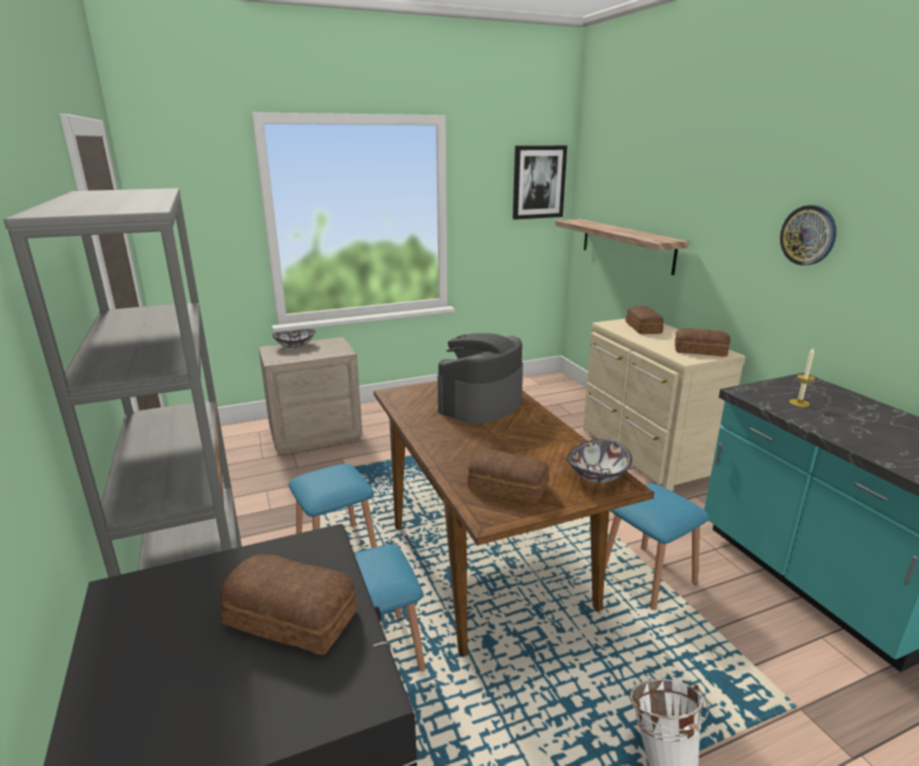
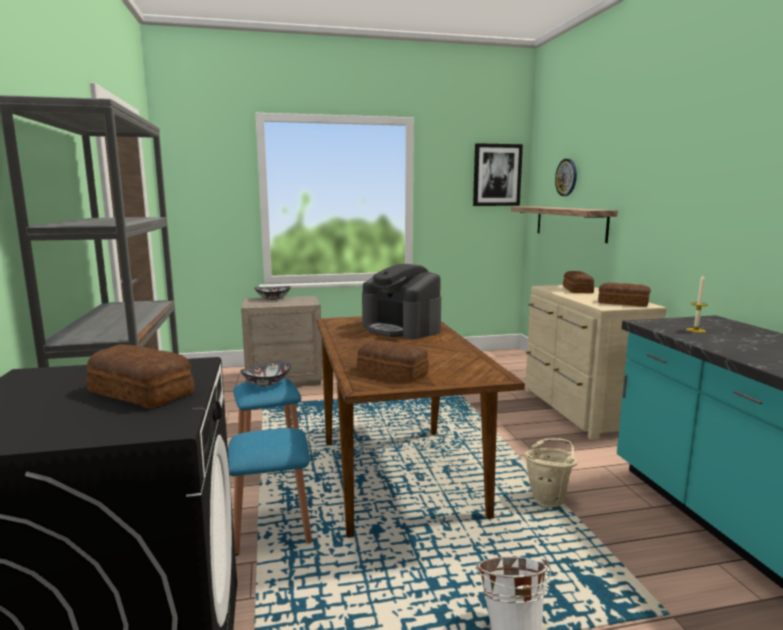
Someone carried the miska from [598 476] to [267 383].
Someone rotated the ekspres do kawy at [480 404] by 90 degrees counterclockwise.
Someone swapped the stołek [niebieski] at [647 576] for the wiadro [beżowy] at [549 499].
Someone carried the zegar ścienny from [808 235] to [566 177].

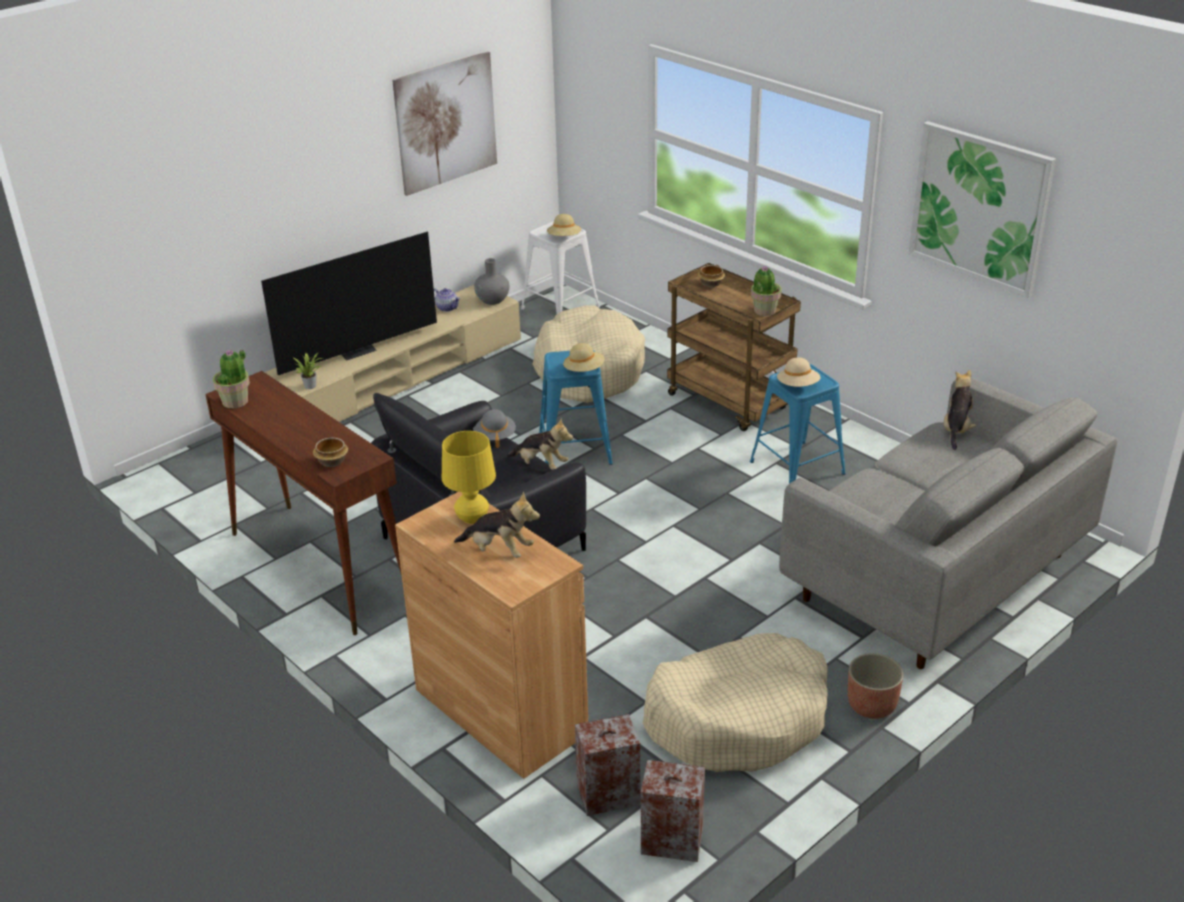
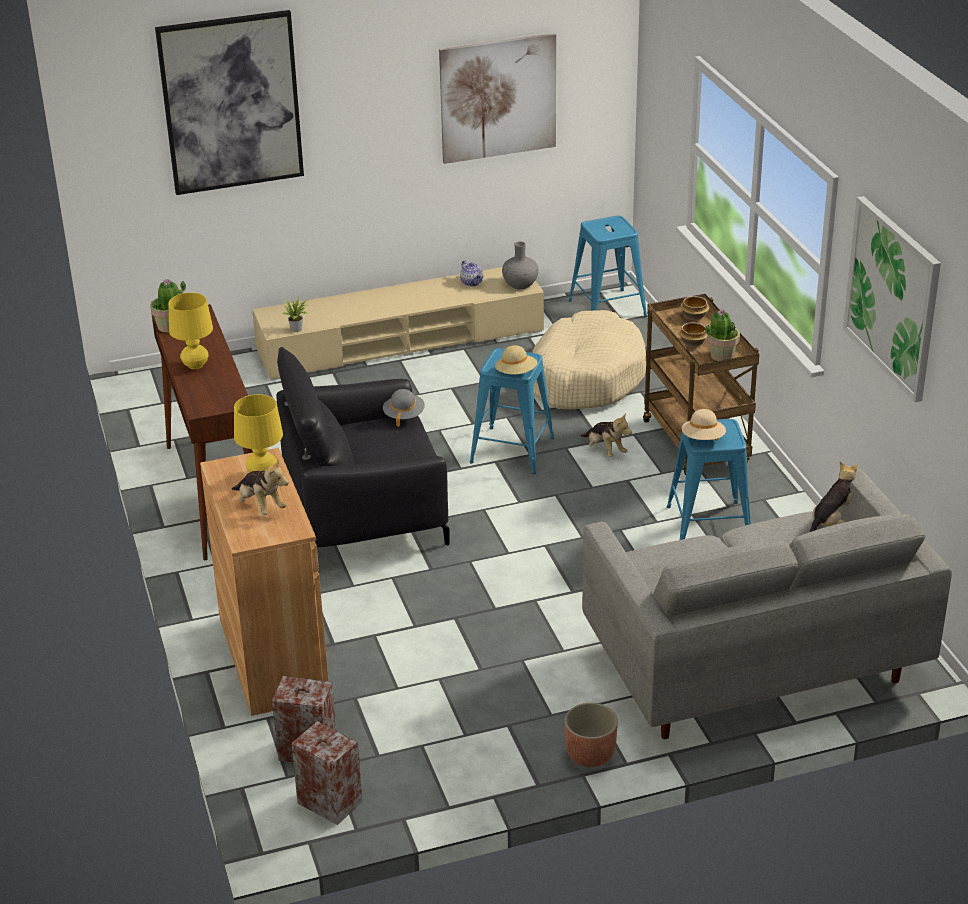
Someone put up the obraz at [231 102].
Someone put down the lampa stołowa [żółty] at [195 365].
Someone repainted the stołek [biały] at [560 308], which became the stołek [niebieski] at [608 308].
Someone carried the pluszak from [540 464] to [605 450].
Someone carried the miska from [331 462] to [692 343].
Someone took away the telewizor at [356 350].
Someone took away the kapelusz [beżowy] at [564 238].
Someone took away the legowisko [beżowy] at [738 718].

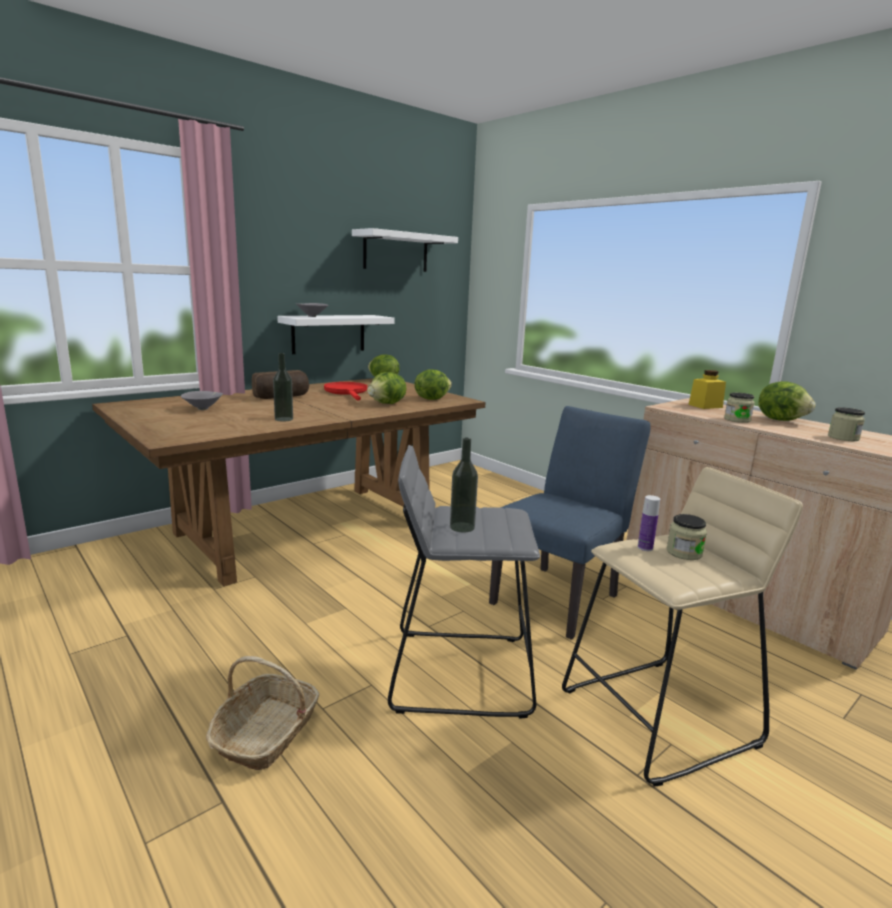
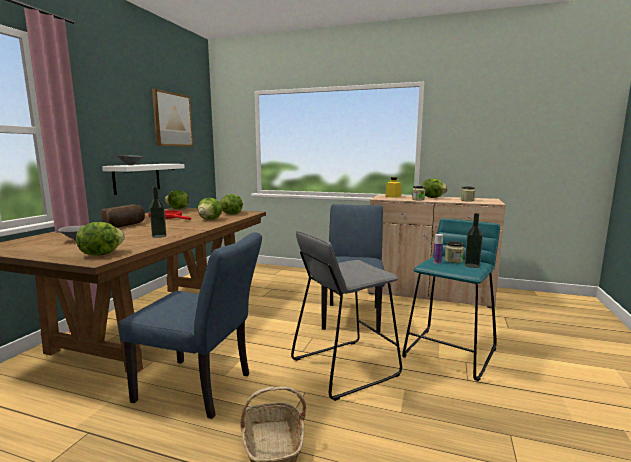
Someone put down the sałata at [101 254].
Someone put down the krzesło [niebieski] at [201 389].
Someone swapped the półka [biały] at [395 252] for the obraz at [172 119].
Someone repainted the stołek [beżowy] at [659 717], which became the stołek [turkusowy] at [450 353].
Someone carried the butelka from [462 527] to [472 265].

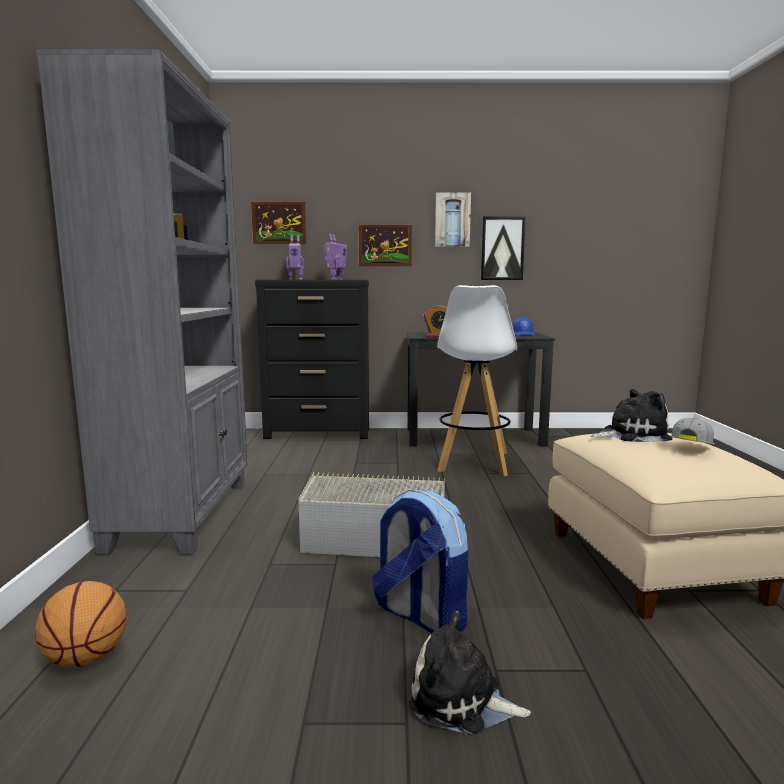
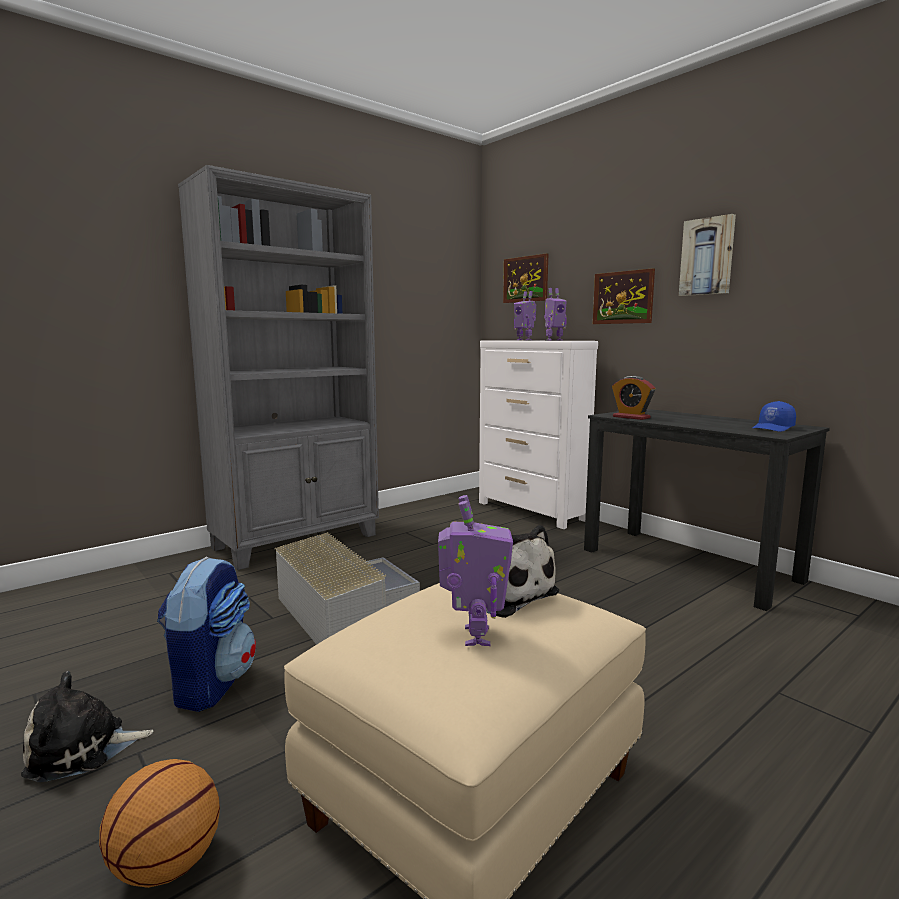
Someone rotated the pluszak at [461 700] by 90 degrees counterclockwise.
Someone carried the piłka do koszykówki from [87 659] to [167 866].
Someone swapped the czapka z daszkiem at [692 448] for the robot zabawkowy at [474 636].
Someone repainted the komoda [czarny] at [318 434], which became the komoda [biały] at [531 511].
Someone took away the stołek [biały] at [473 462].
Someone took away the obraz at [502 248].

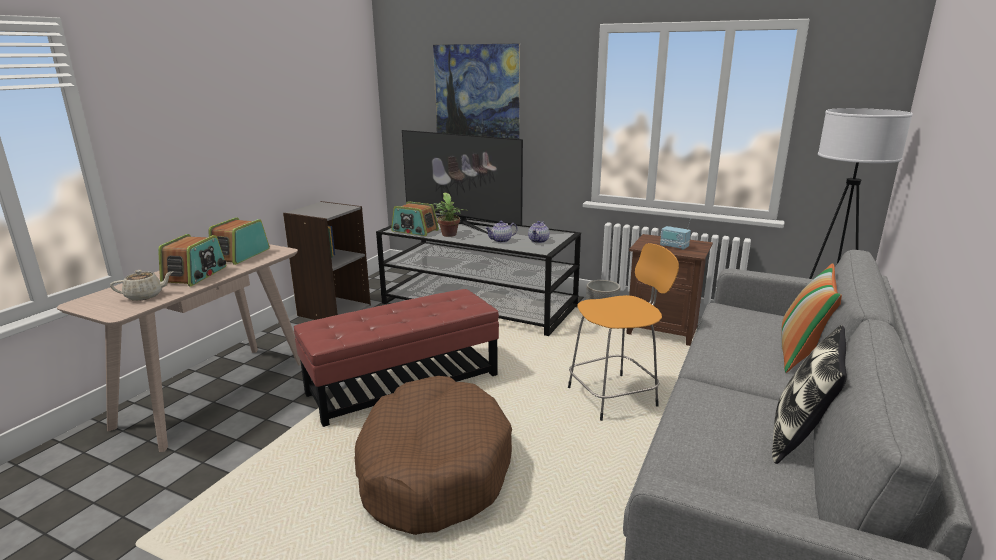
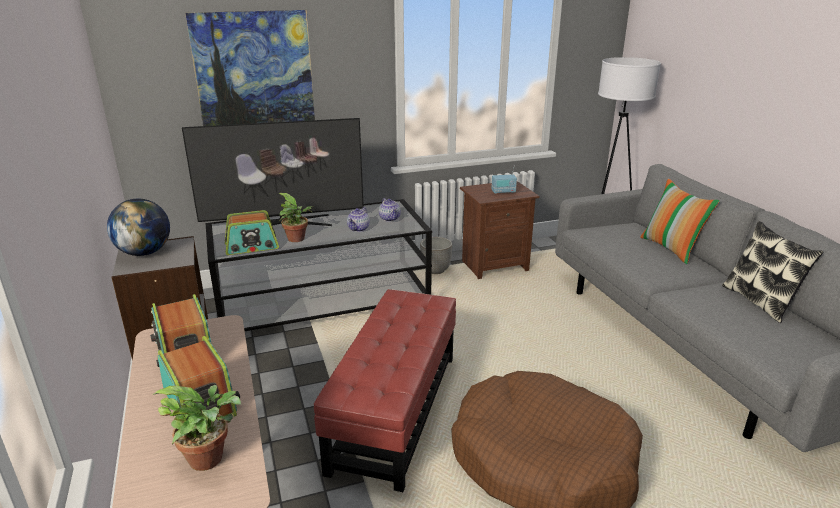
Someone put down the globus at [144 253].
Someone swapped the imbryk [beżowy] at [145 296] for the roślina doniczkowa at [211 458].
Someone took away the stołek [pomarańczowy] at [615 396].

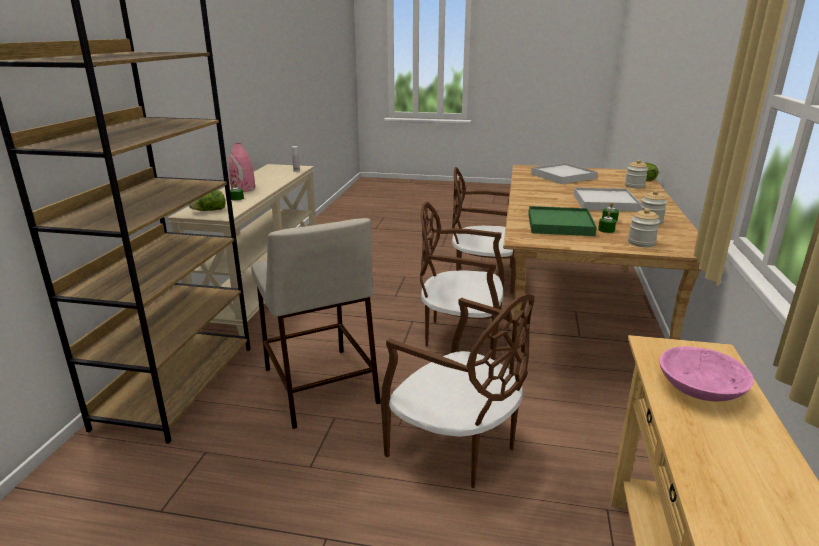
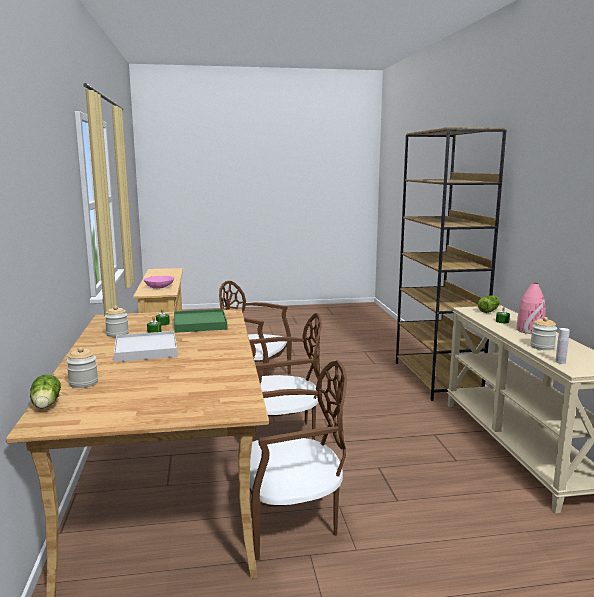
Someone carried the słoik from [641 243] to [542 347].
Someone took away the stołek [beżowy] at [319 384].
Someone took away the taca [biały] at [563 176].

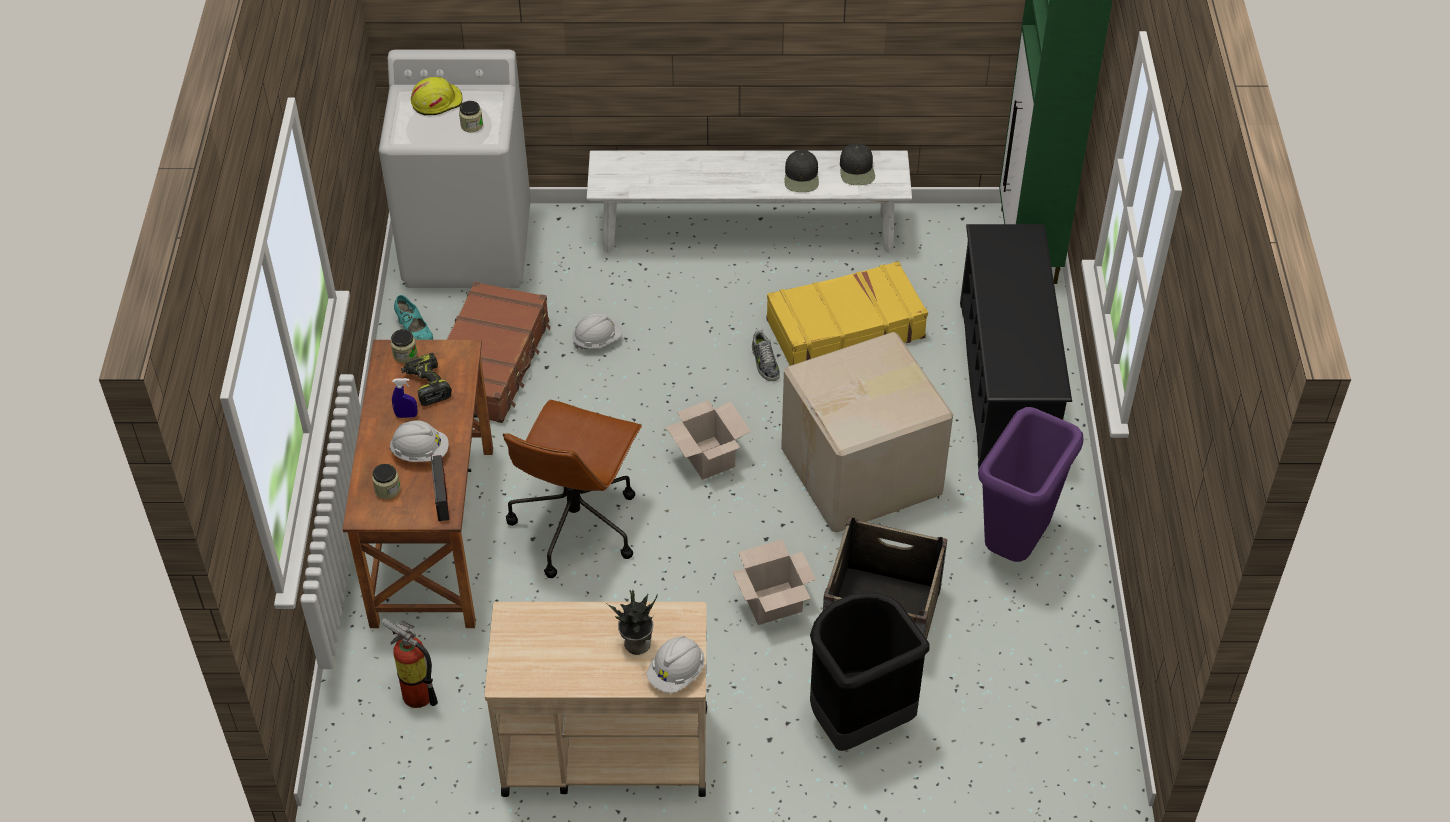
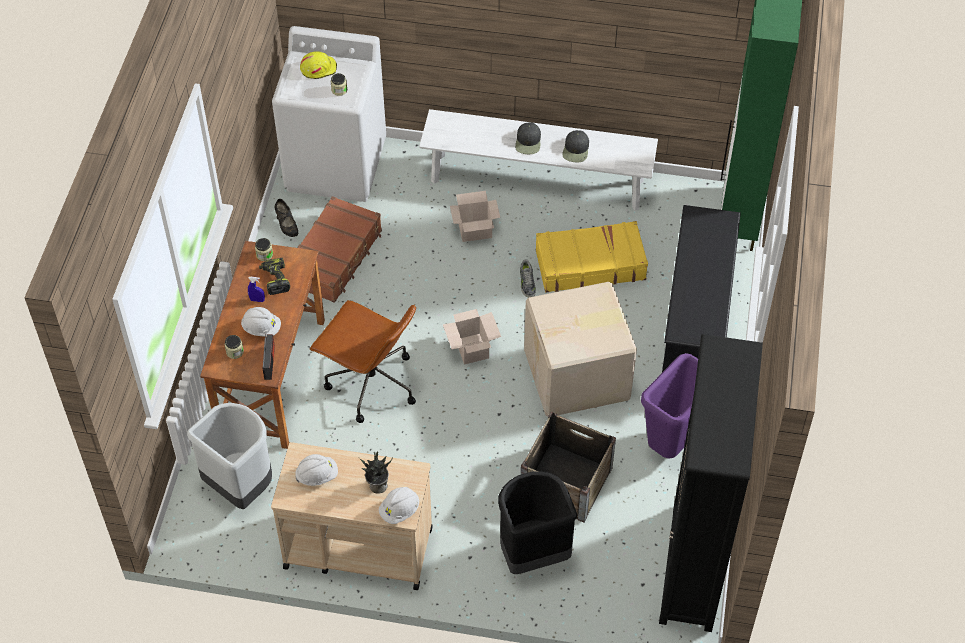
Someone swapped the gaśnica at [416 691] for the kosz na śmieci [szary] at [241 487].
Someone repainted the but [turkusowy] at [414 332], which became the but [czarny] at [286 225].
Someone carried the kask [biały] from [597 340] to [317 475].
Someone rotated the krzesło biurowe [brązowy] at [576 523] by 90 degrees counterclockwise.
Someone carried the karton from [772 604] to [474 231].
Someone carried the czapka z daszkiem [czarny] from [857 170] to [528 142].
Someone put down the regał [czarny] at [692 568].

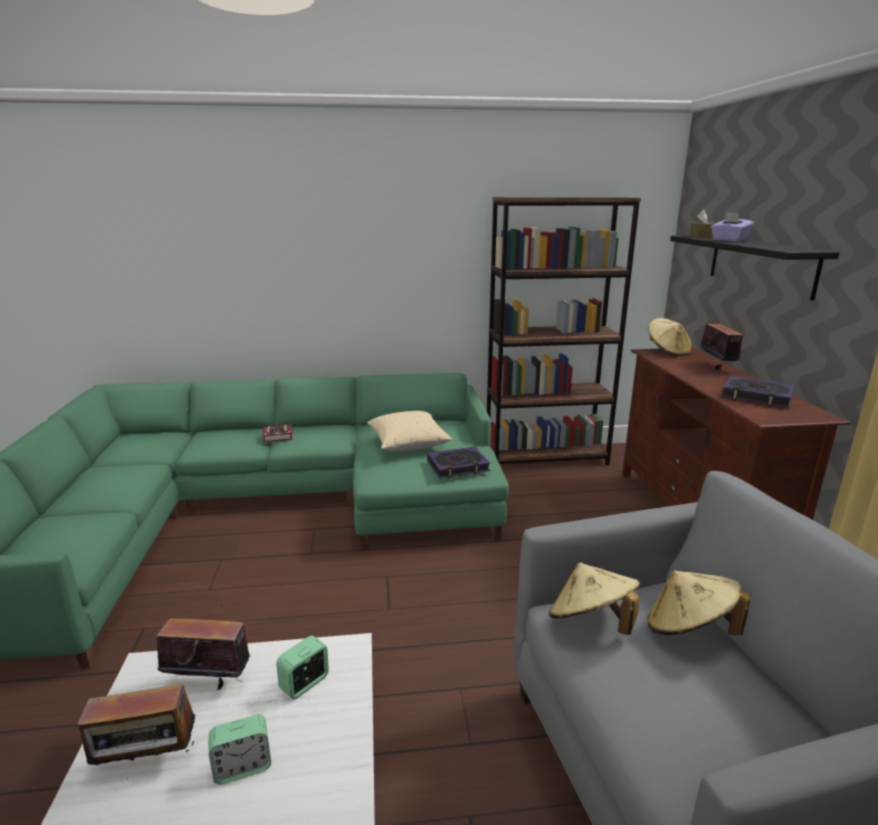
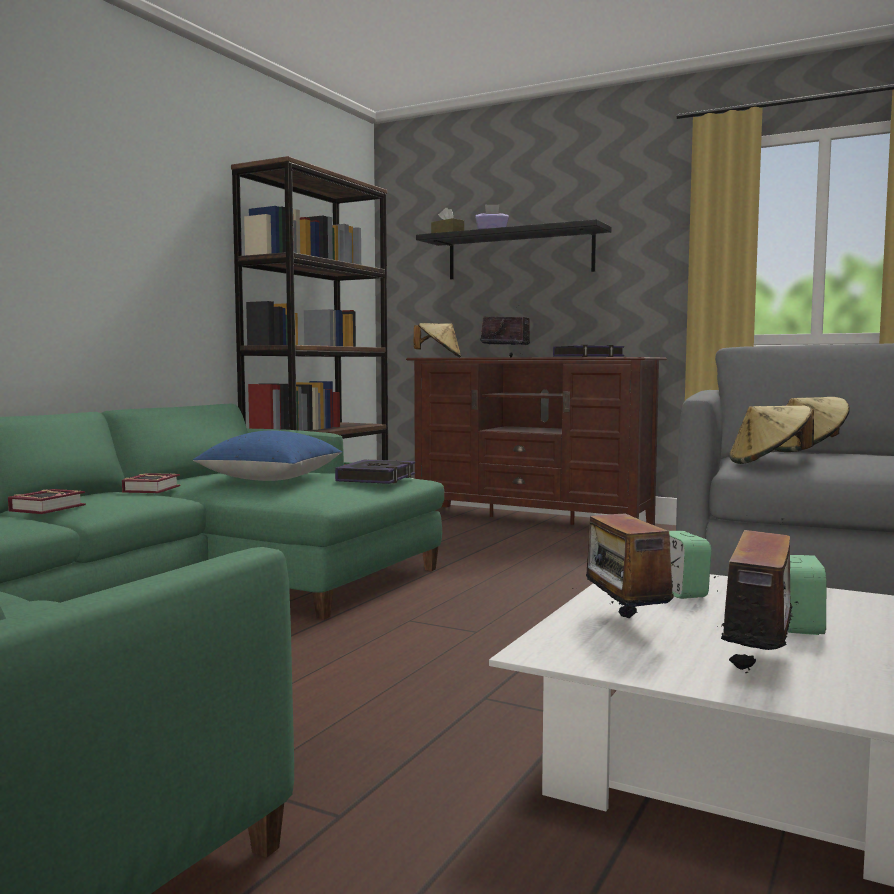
Someone put down the książka at [154 489].
Someone repainted the poduszka [beżowy] at [408 444], which became the poduszka [niebieski] at [271 479].
Someone rotated the radio at [209 681] by 45 degrees counterclockwise.

